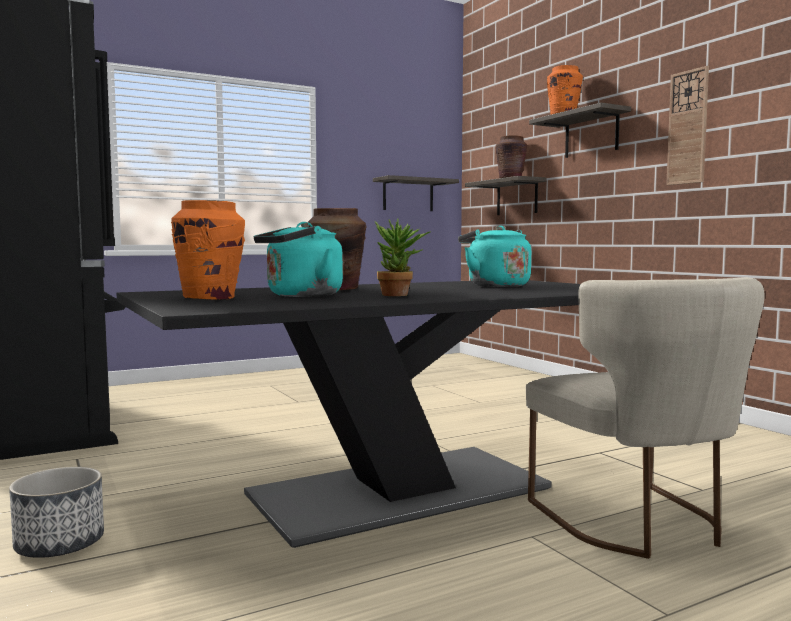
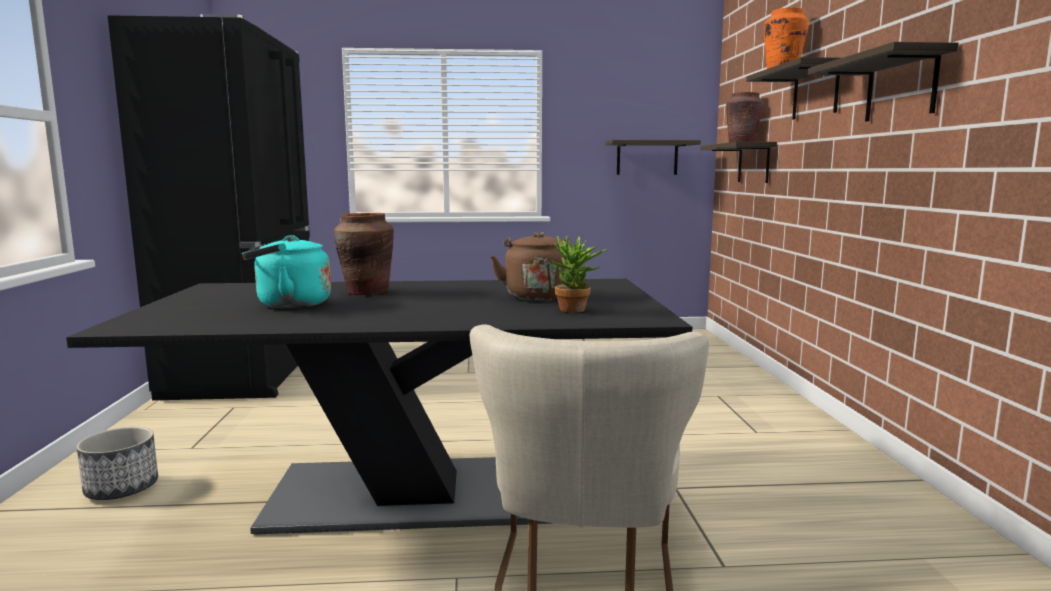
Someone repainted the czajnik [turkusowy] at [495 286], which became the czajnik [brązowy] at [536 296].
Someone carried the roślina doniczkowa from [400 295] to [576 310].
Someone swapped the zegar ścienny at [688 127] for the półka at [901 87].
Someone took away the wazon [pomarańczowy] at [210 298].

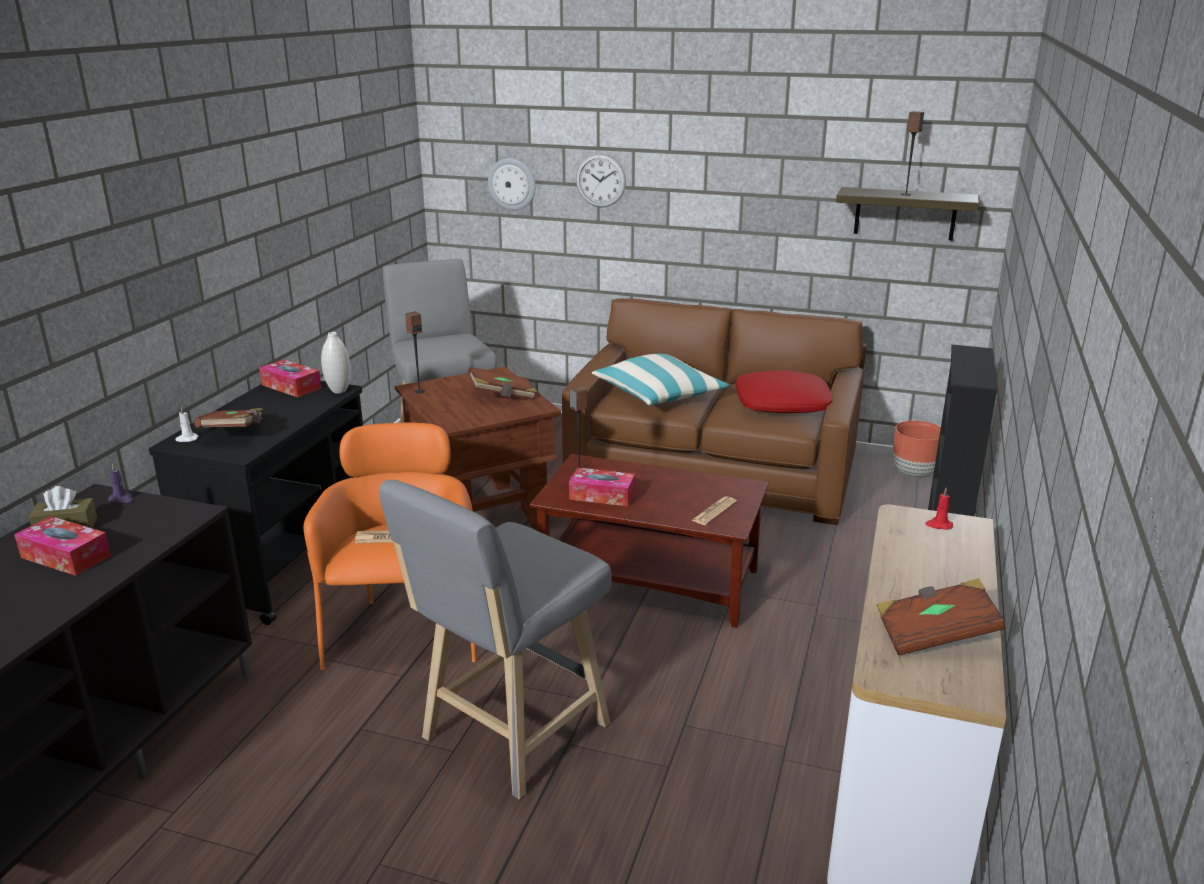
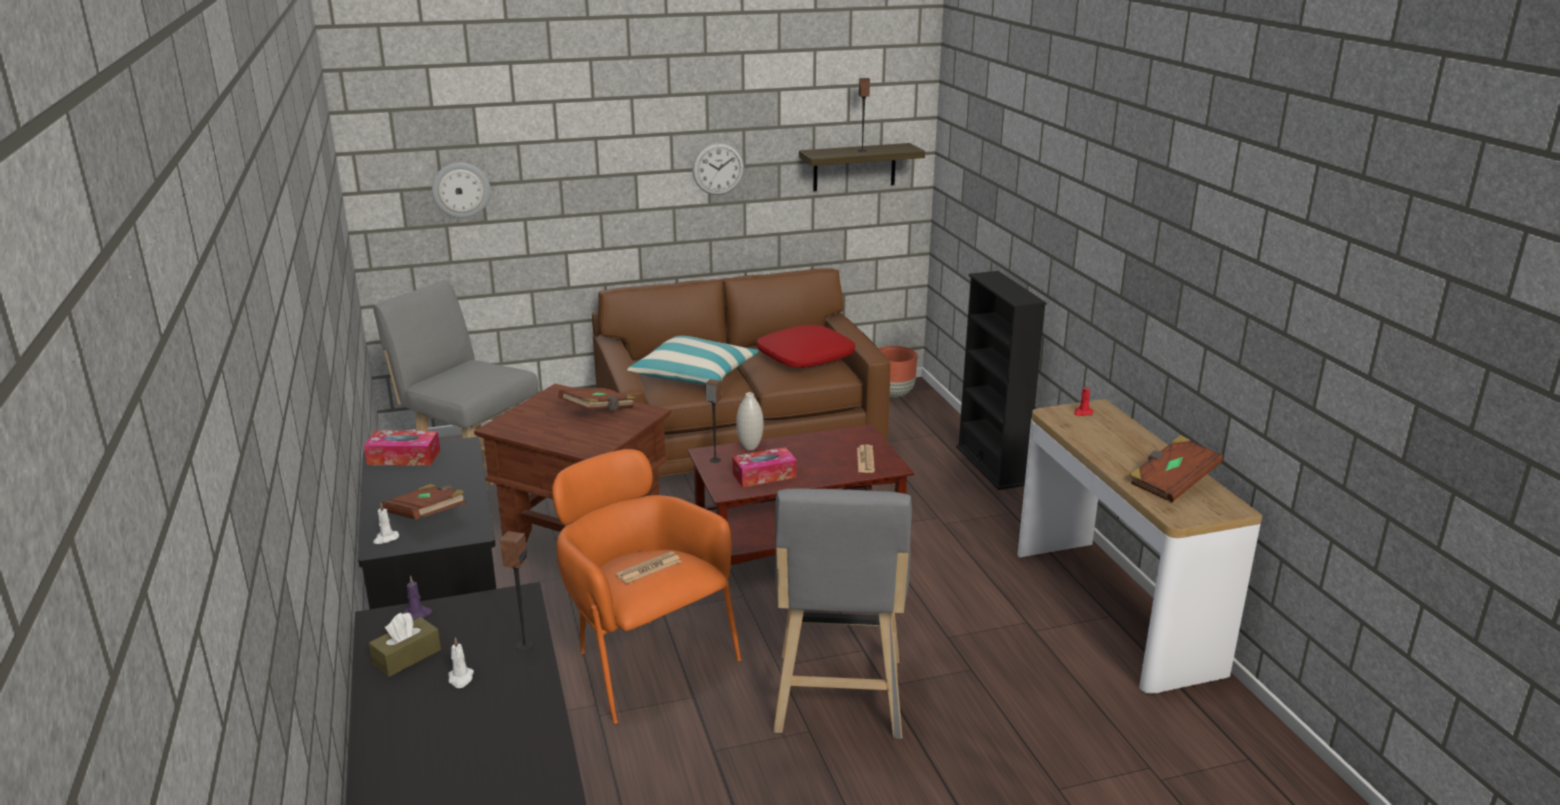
Someone swapped the pudełko chusteczek at [66 556] for the świeca [biały] at [461 678].
Someone carried the głośnik from [419 391] to [524 646].
Someone carried the zegar ścienny from [600 180] to [718 168].
Someone carried the wazon [biały] from [339 391] to [750 447].

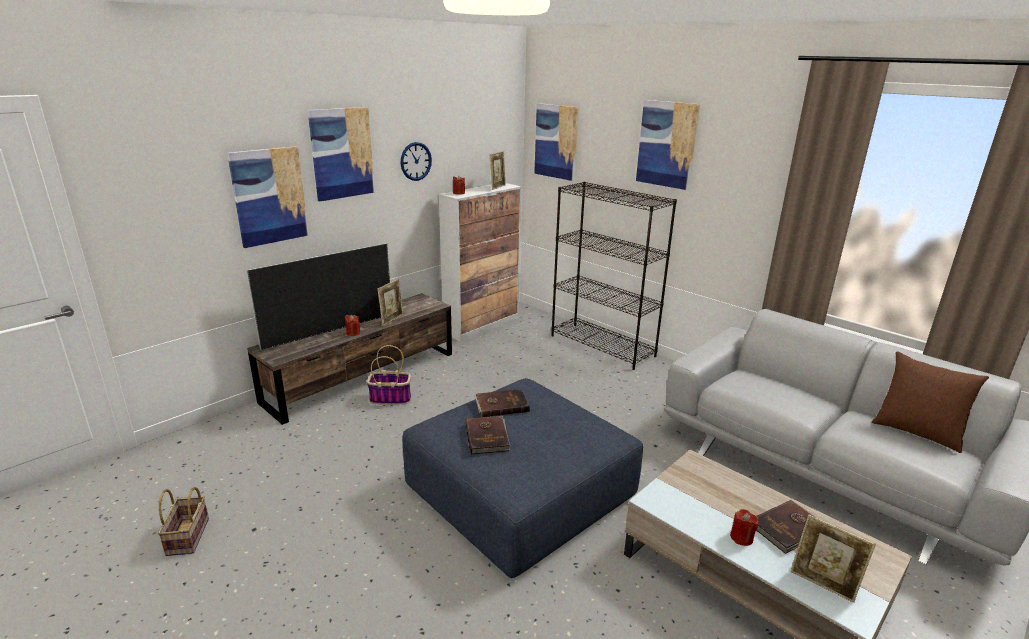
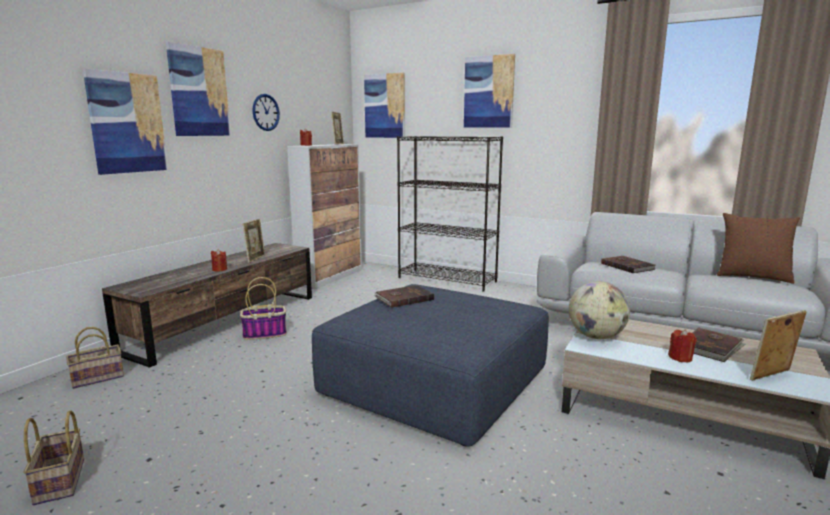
Someone put down the koszyk at [99 377].
Someone put down the globus at [596 337].
Someone carried the książka [brązowy] from [487 436] to [627 266].
Someone rotated the ramka na zdjęcie at [822 585] by 135 degrees clockwise.
Someone took away the telewizor at [330 331].

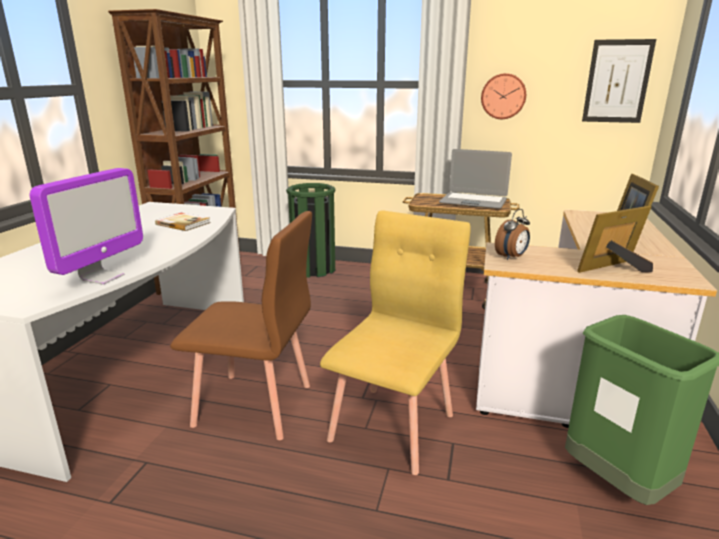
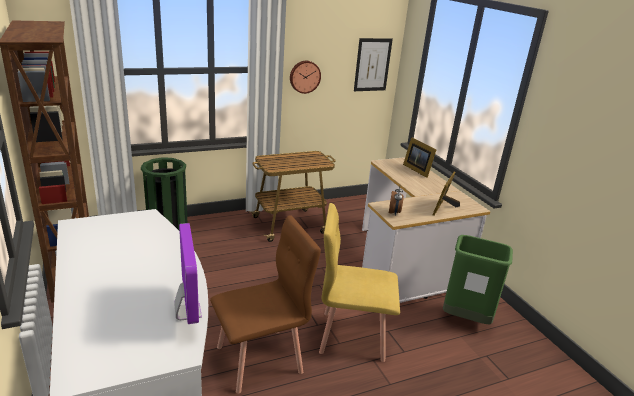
Someone rotated the krzesło [żółty] at [393 426] by 75 degrees counterclockwise.
Someone took away the książka at [183 223].
Someone took away the laptop at [473 201].

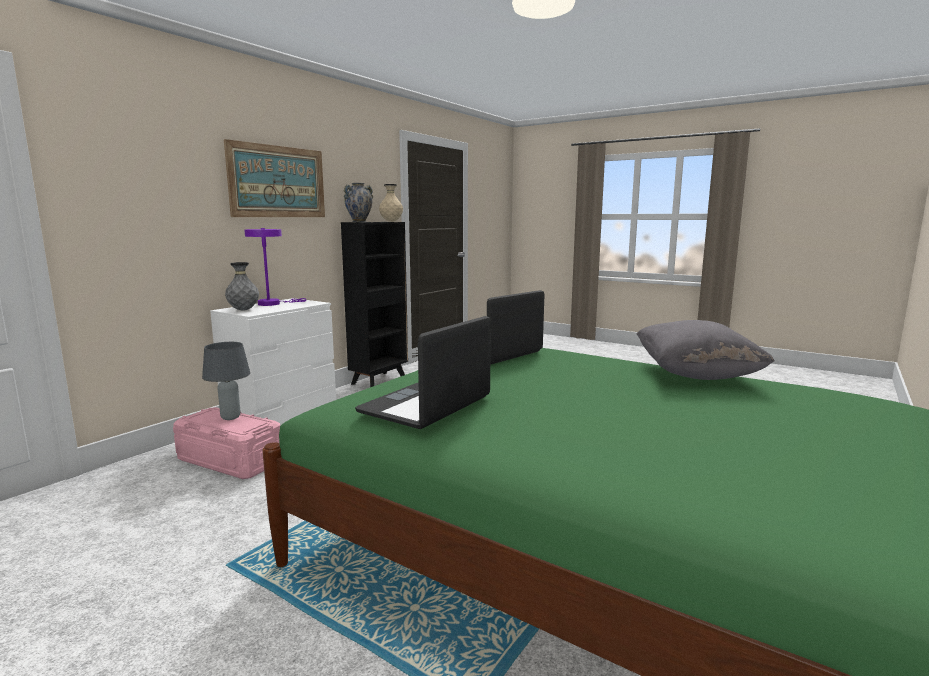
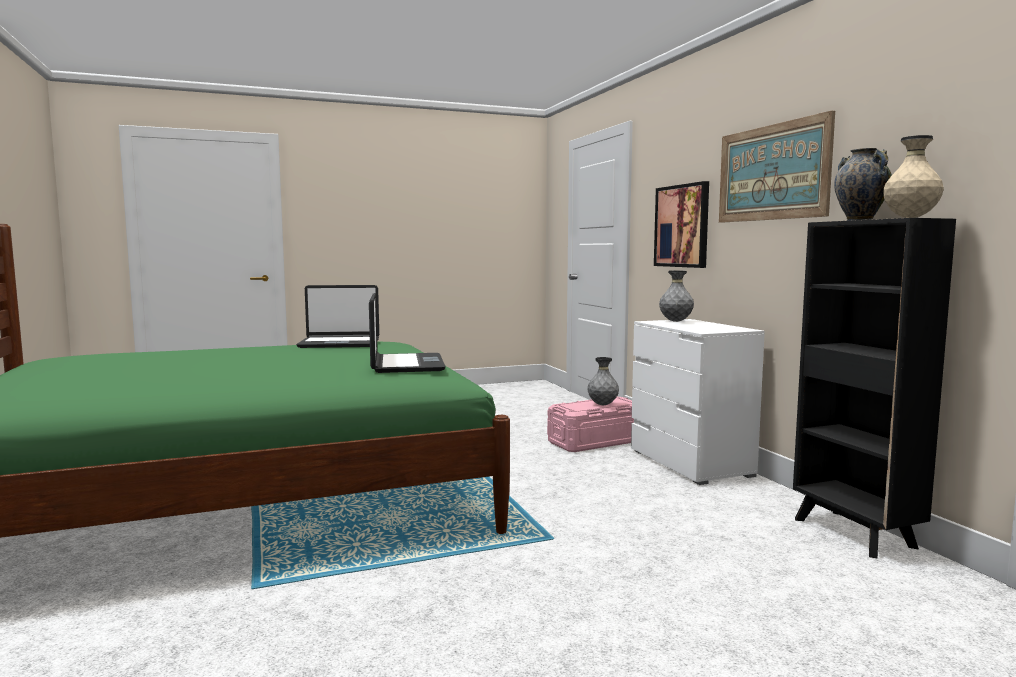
Someone rotated the laptop at [426 406] by 105 degrees clockwise.
Someone swapped the lampa stołowa [szary] at [231 417] for the wazon [szary] at [602 405].
Someone put up the obraz at [682 226].
Someone took away the lampa stołowa [fioletowy] at [273 303].
Someone took away the poduszka [szary] at [695 375].

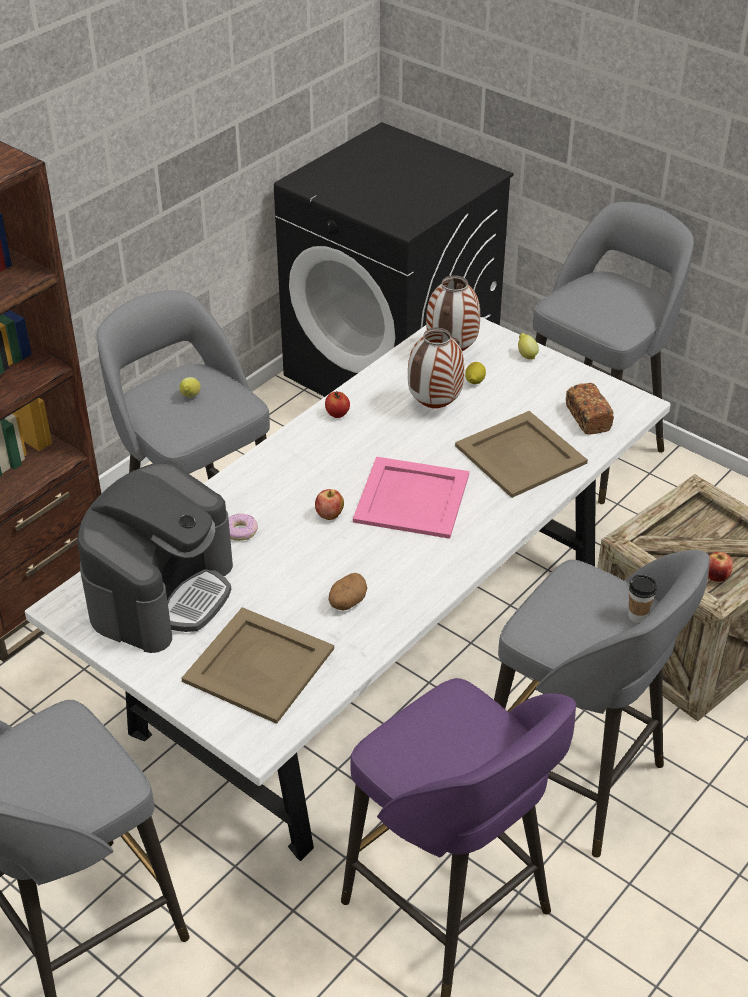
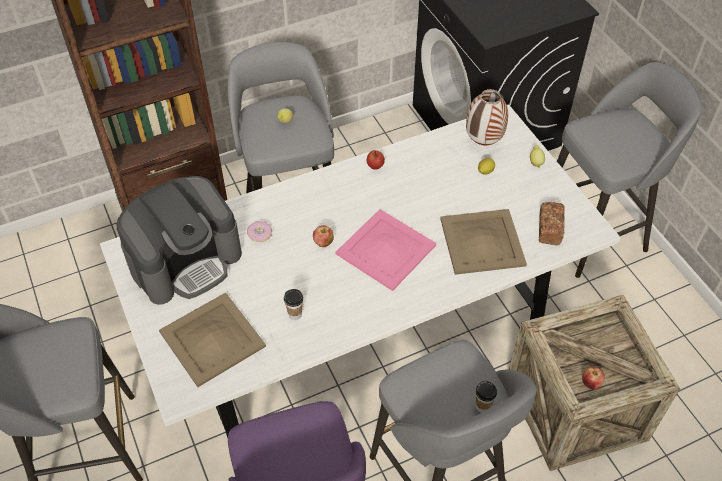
Someone swapped the ziemniak at [347 602] for the filiżanka at [295 314].
Someone took away the wazon at [434 406].

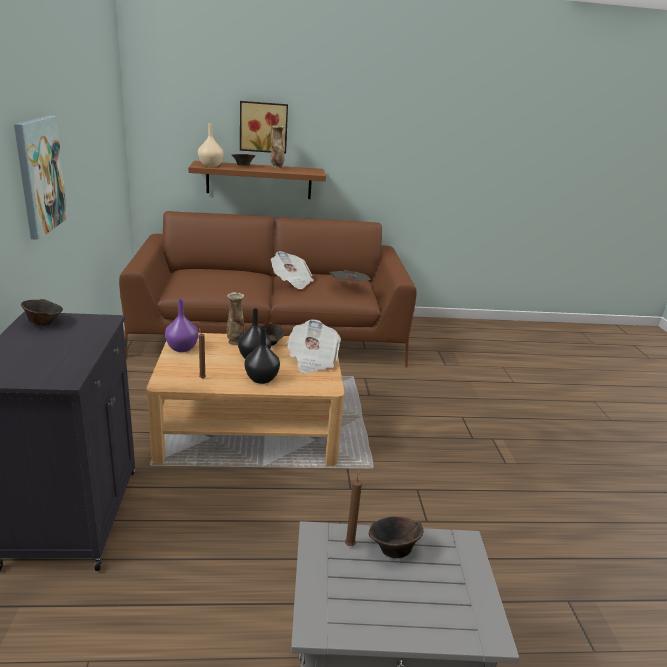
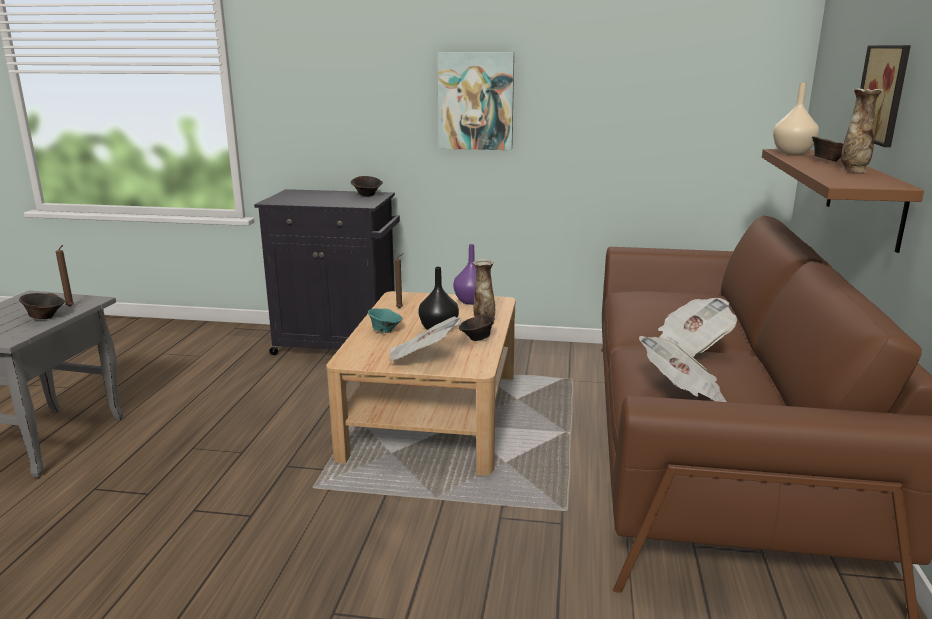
Someone swapped the wazon [czarny] at [261 379] for the miska [turkusowy] at [385 331].

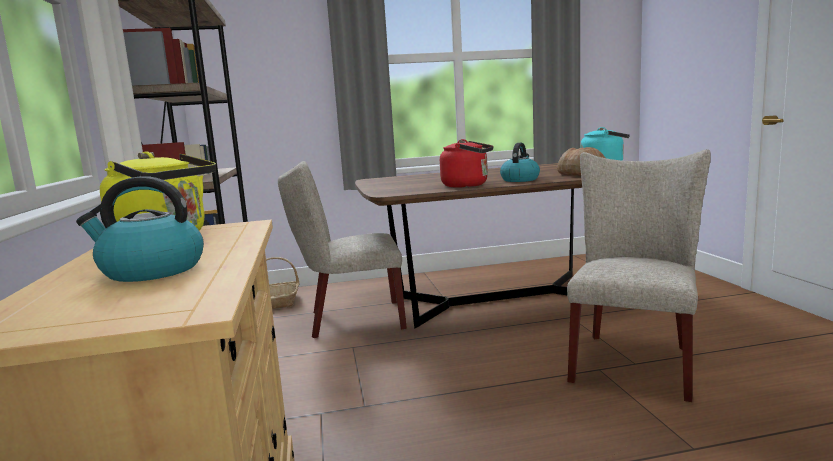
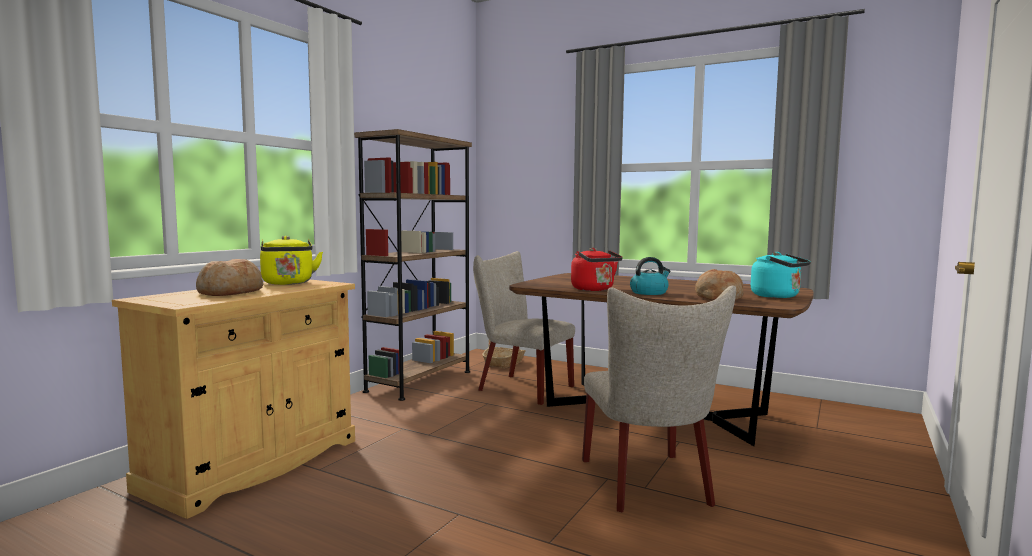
Someone swapped the czajnik at [151 271] for the chleb at [230 292].
Someone rotated the krzesło [beżowy] at [633 360] by 105 degrees clockwise.

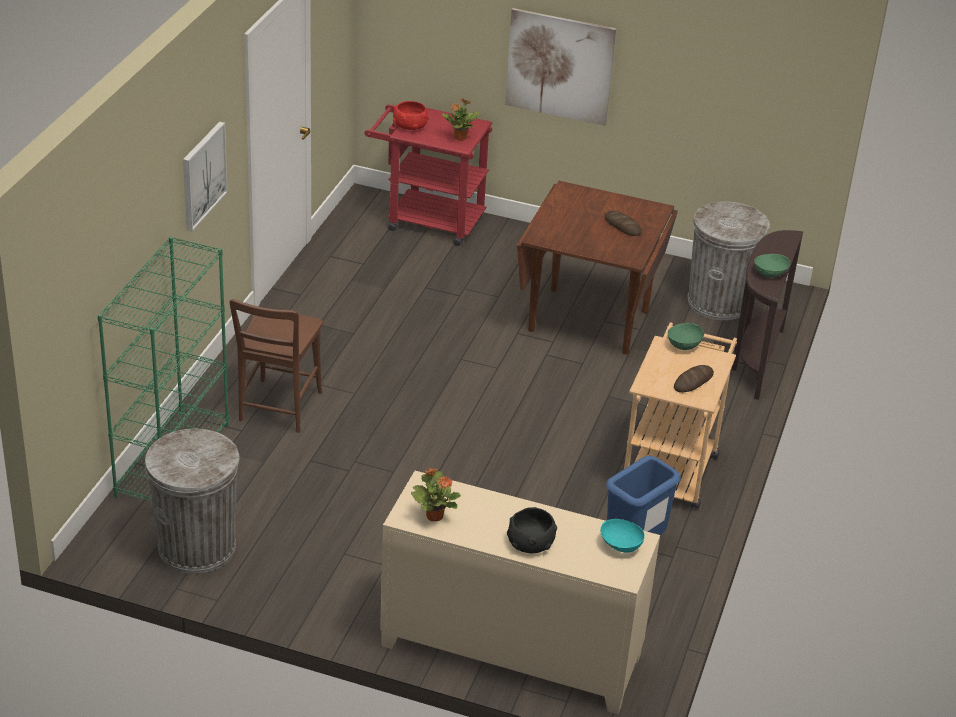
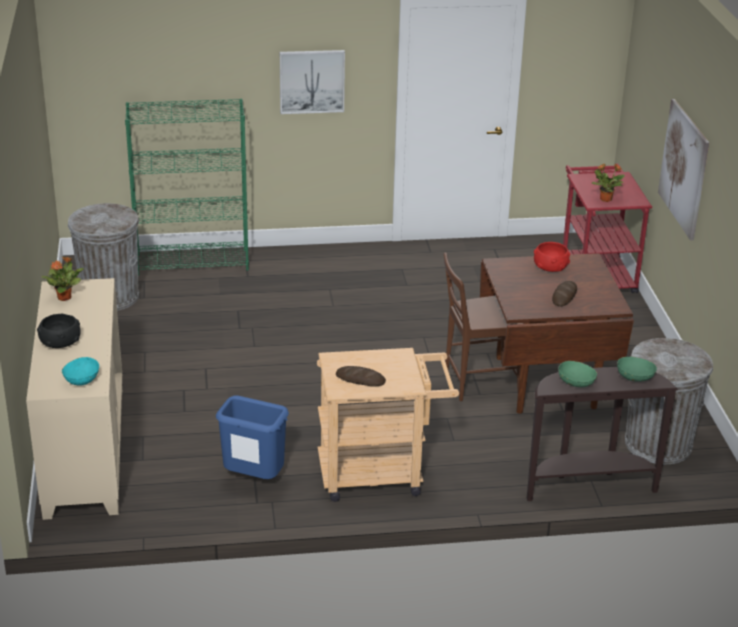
Someone carried the krzesło [brązowy] from [278 409] to [477 382].
Someone carried the miska [czerwony] from [409 125] to [550 266].
Someone carried the miska [zielony] from [684 345] to [635 377].

